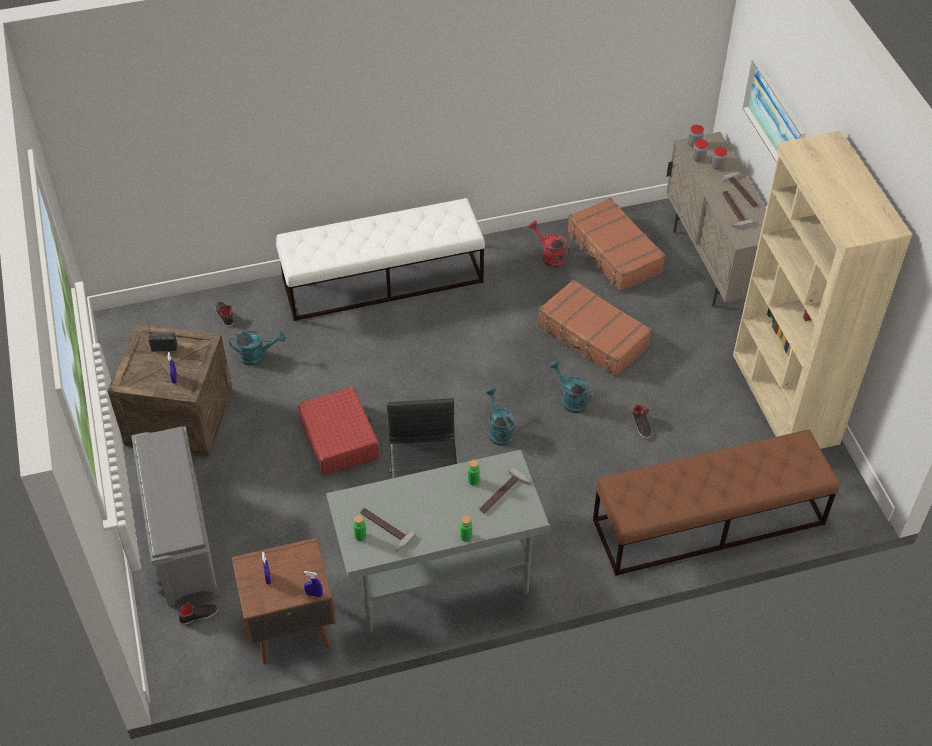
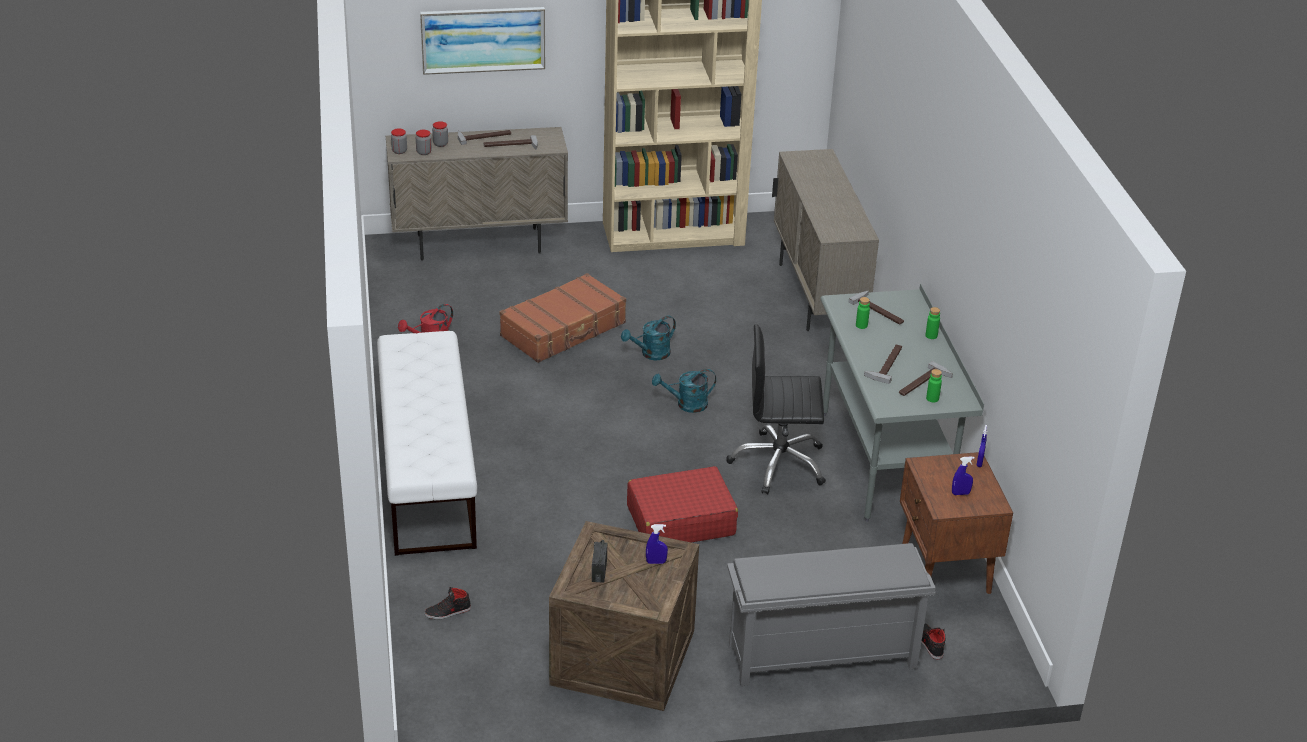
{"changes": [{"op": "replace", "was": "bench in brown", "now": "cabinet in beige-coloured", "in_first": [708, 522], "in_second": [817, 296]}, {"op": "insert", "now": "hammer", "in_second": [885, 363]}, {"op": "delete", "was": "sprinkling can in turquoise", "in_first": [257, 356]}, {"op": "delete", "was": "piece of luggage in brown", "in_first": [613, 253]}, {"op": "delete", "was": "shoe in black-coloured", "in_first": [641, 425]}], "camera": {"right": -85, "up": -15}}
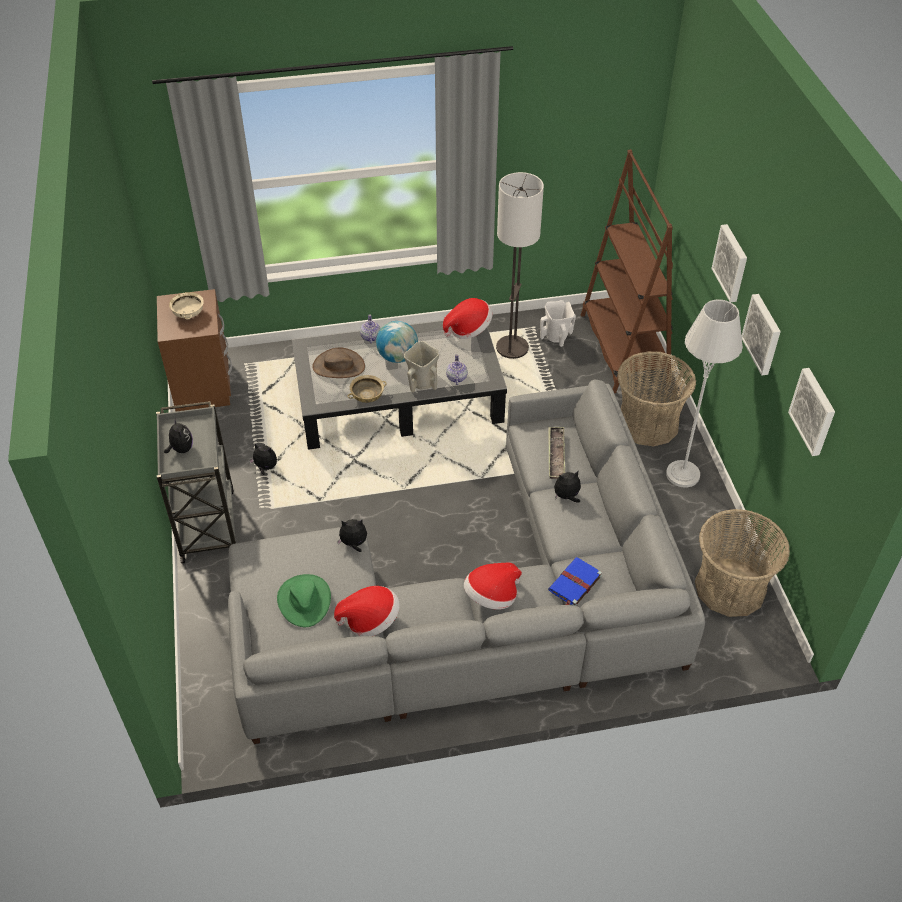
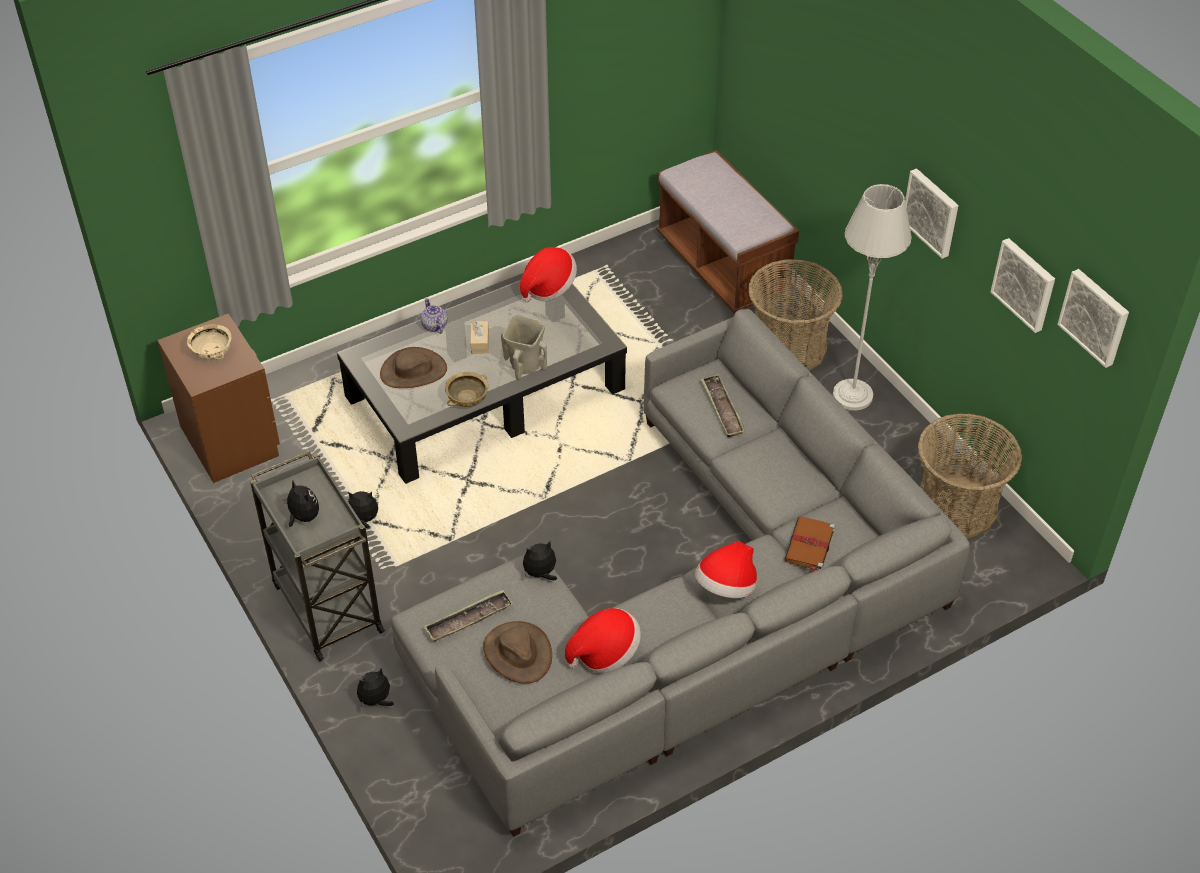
{"changes": [{"op": "move", "was": "plush toy", "in_first": [567, 497], "in_second": [376, 701]}, {"op": "insert", "now": "serving tray", "in_second": [468, 619]}, {"op": "replace", "was": "world globe", "now": "tissue box in beige-coloured", "in_first": [397, 357], "in_second": [480, 342]}, {"op": "recolor", "was": "hat in greenish", "now": "hat in brown", "in_first": [304, 600], "in_second": [517, 653]}, {"op": "replace", "was": "shelving unit in brown", "now": "bench in brown", "in_first": [624, 348], "in_second": [723, 266]}, {"op": "recolor", "was": "book in blue", "now": "book in brown", "in_first": [574, 583], "in_second": [809, 546]}, {"op": "move", "was": "picture", "in_first": [731, 263], "in_second": [1095, 316]}, {"op": "delete", "was": "tea pot", "in_first": [456, 378]}, {"op": "delete", "was": "standing lamp", "in_first": [512, 348]}, {"op": "delete", "was": "decorative vase in white", "in_first": [556, 337]}], "camera": {"right": -20, "up": 0}}
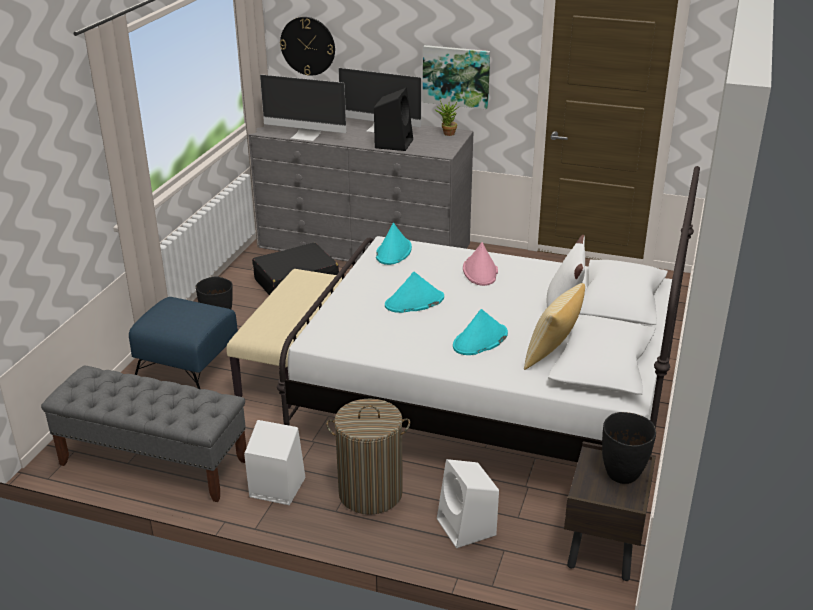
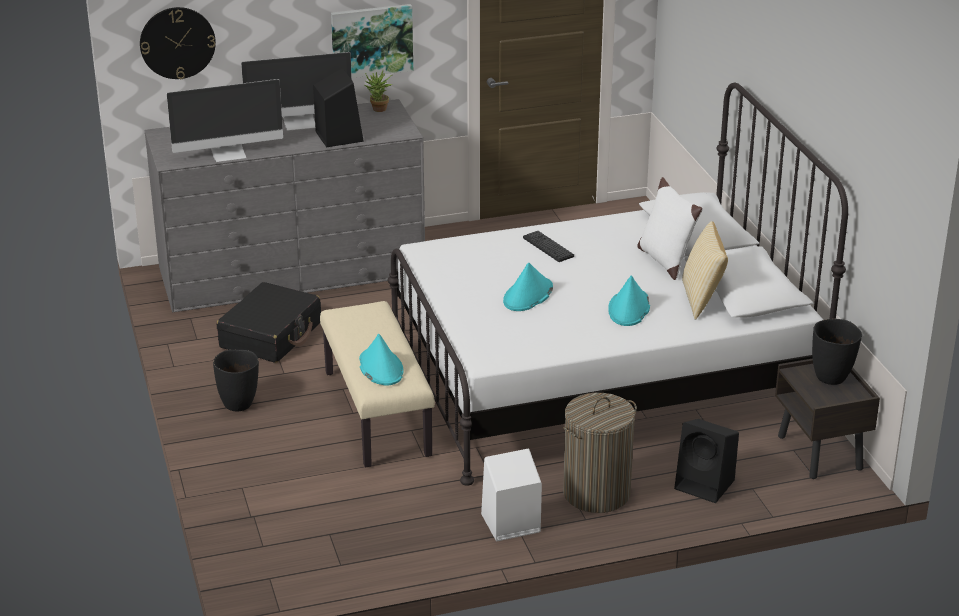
{"changes": [{"op": "move", "was": "hat in turquoise", "in_first": [393, 252], "in_second": [380, 367]}, {"op": "replace", "was": "hat in pink-coloured", "now": "keyboard", "in_first": [480, 271], "in_second": [548, 247]}, {"op": "recolor", "was": "audio speaker in white", "now": "audio speaker in black-coloured", "in_first": [467, 528], "in_second": [706, 485]}, {"op": "delete", "was": "bench in grey", "in_first": [153, 462]}, {"op": "delete", "was": "ottoman in blue", "in_first": [189, 368]}], "camera": {"right": -35, "up": 0}}
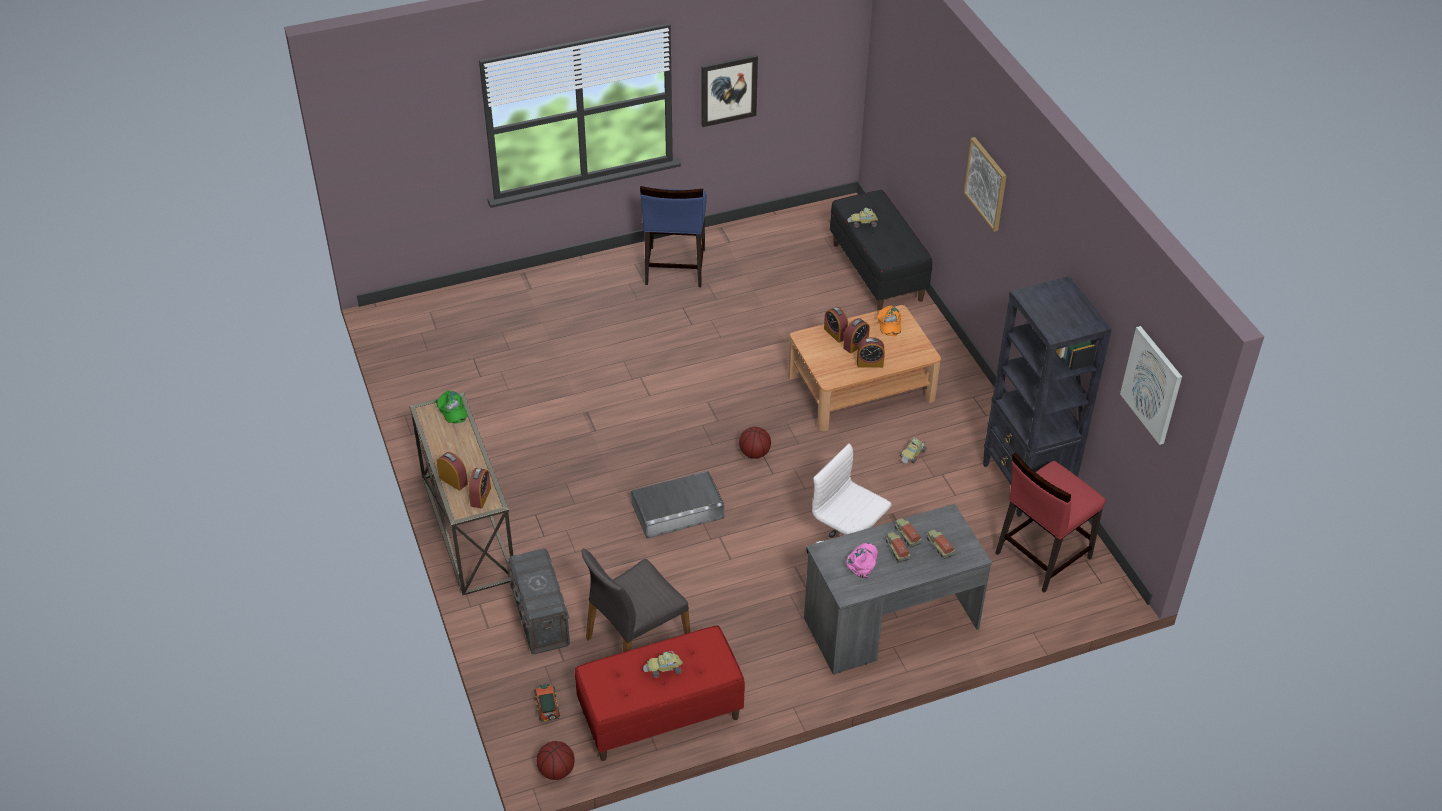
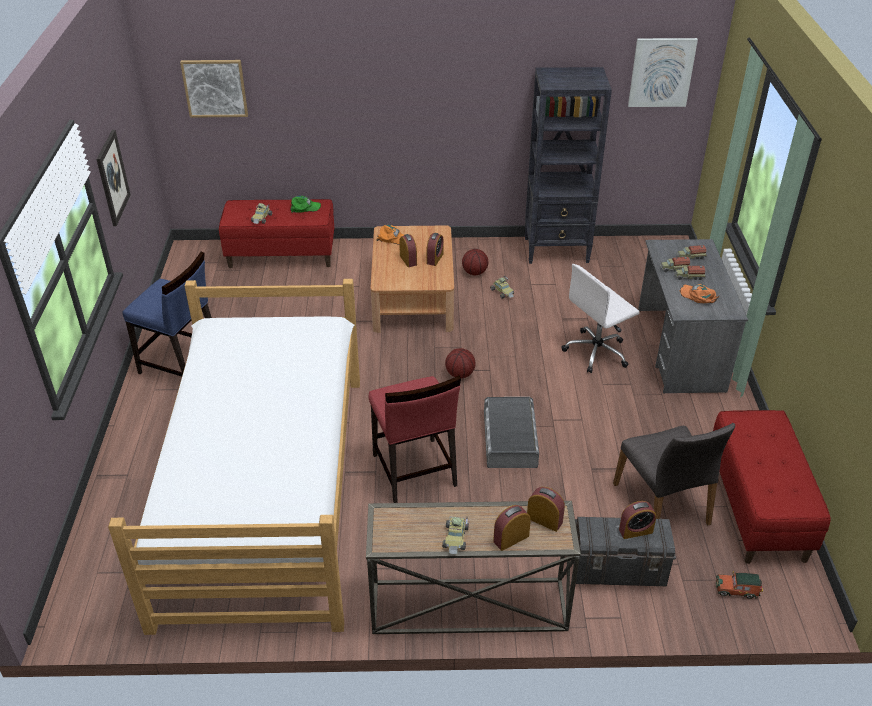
{"changes": [{"op": "insert", "now": "bedroom bed", "in_second": [265, 492]}, {"op": "move", "was": "picture", "in_first": [986, 183], "in_second": [215, 88]}, {"op": "recolor", "was": "bench in black-coloured", "now": "bench in red-coloured", "in_first": [877, 272], "in_second": [281, 255]}, {"op": "move", "was": "peaked cap in greenish", "in_first": [452, 410], "in_second": [305, 207]}, {"op": "move", "was": "plain chair in red-coloured", "in_first": [1042, 555], "in_second": [414, 471]}, {"op": "move", "was": "model car", "in_first": [664, 668], "in_second": [456, 538]}, {"op": "move", "was": "basketball", "in_first": [557, 771], "in_second": [474, 272]}, {"op": "move", "was": "bedside clock", "in_first": [835, 333], "in_second": [635, 531]}, {"op": "recolor", "was": "peaked cap in pink-coloured", "now": "peaked cap in orange", "in_first": [862, 561], "in_second": [698, 296]}], "camera": {"right": -70, "up": -5}}
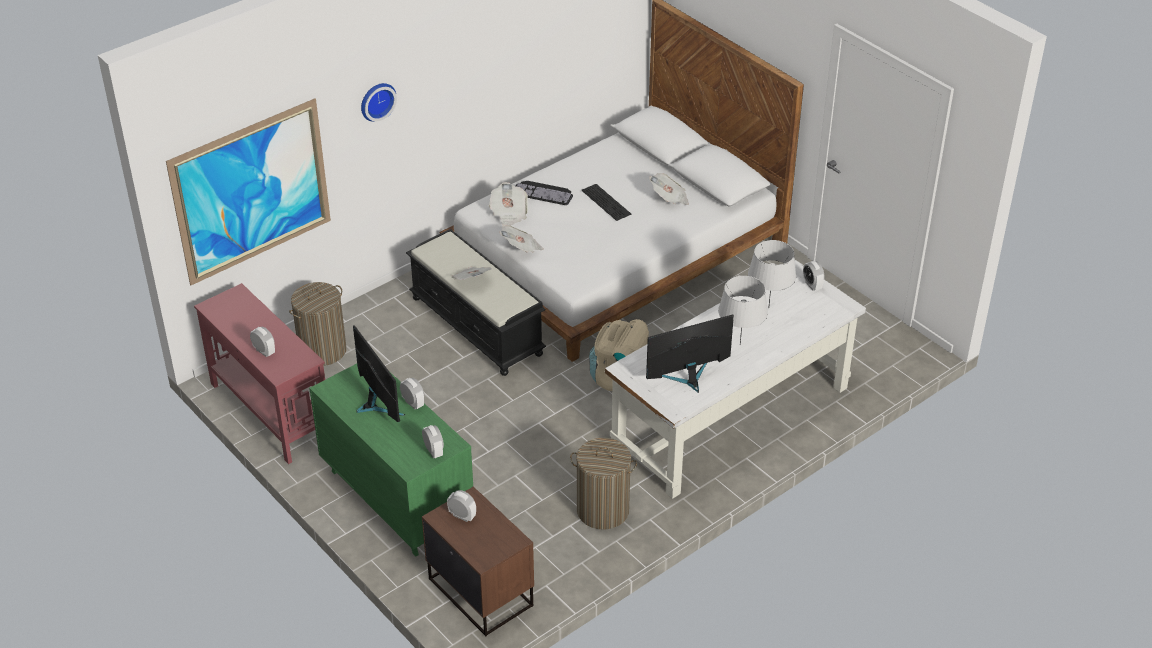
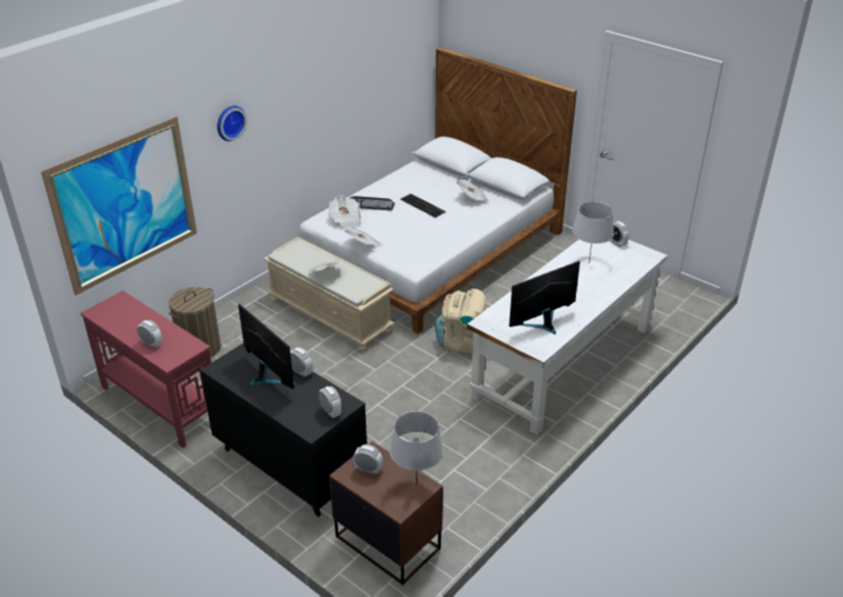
{"changes": [{"op": "recolor", "was": "dresser in greenish", "now": "dresser in black-coloured", "in_first": [396, 498], "in_second": [289, 465]}, {"op": "recolor", "was": "bench in black-coloured", "now": "bench in beige-coloured", "in_first": [478, 326], "in_second": [331, 315]}, {"op": "move", "was": "lamp for a table in grey", "in_first": [739, 345], "in_second": [416, 484]}, {"op": "delete", "was": "washing basket", "in_first": [602, 510]}], "camera": {"right": -10, "up": -5}}
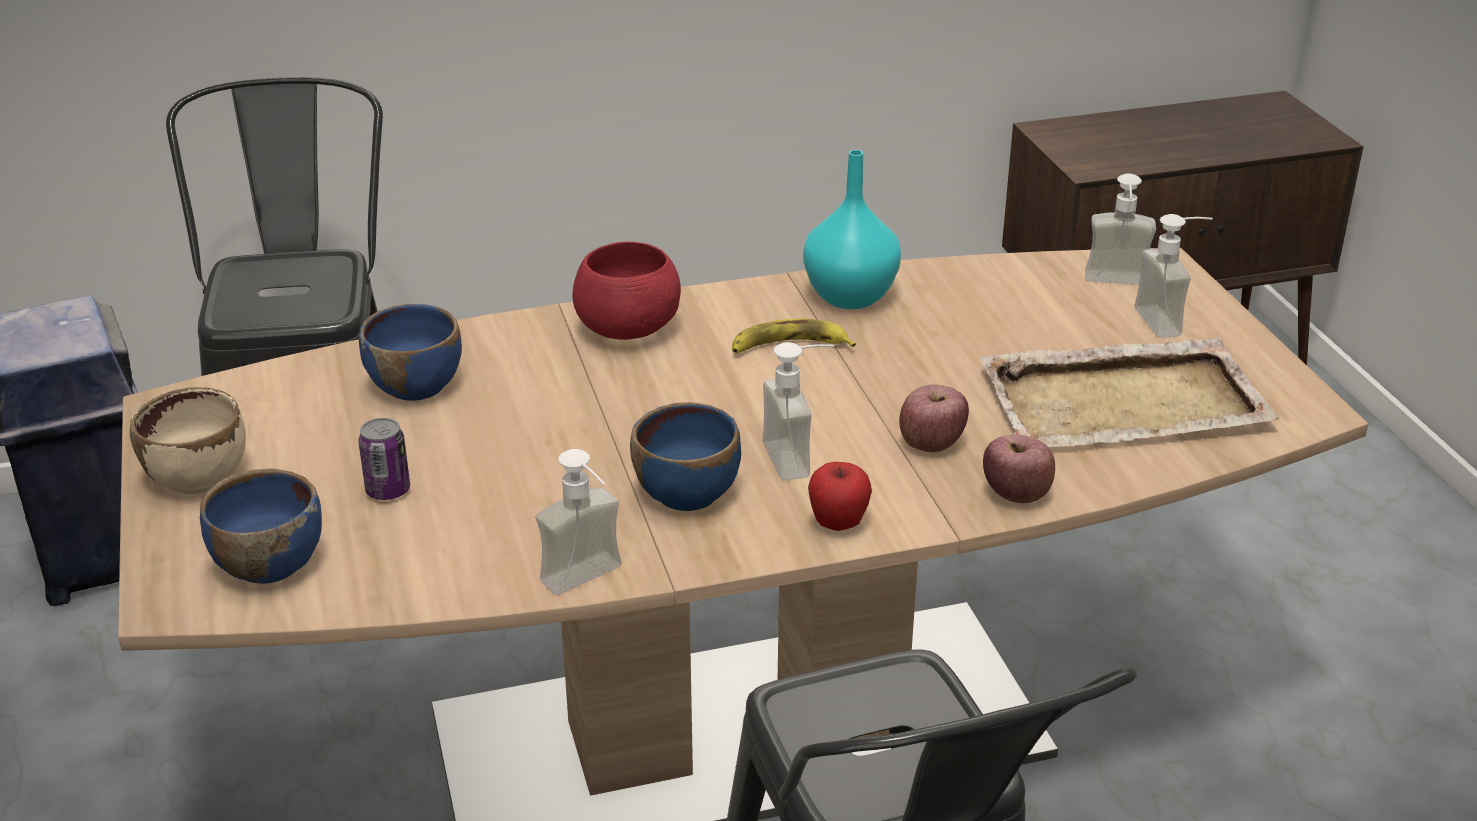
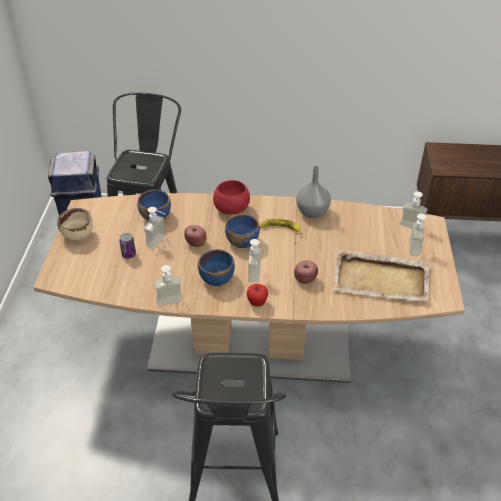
{"changes": [{"op": "insert", "now": "soap bottle", "in_second": [160, 242]}, {"op": "move", "was": "apple", "in_first": [1016, 495], "in_second": [195, 243]}, {"op": "move", "was": "deep dish in blue", "in_first": [268, 564], "in_second": [242, 241]}, {"op": "recolor", "was": "decorative vase in turquoise", "now": "decorative vase in grey", "in_first": [848, 297], "in_second": [311, 212]}], "camera": {"right": 20, "up": 10}}
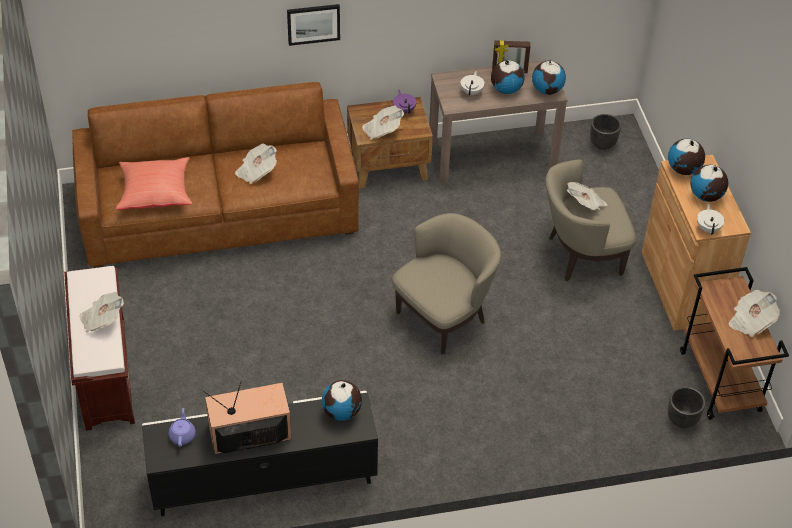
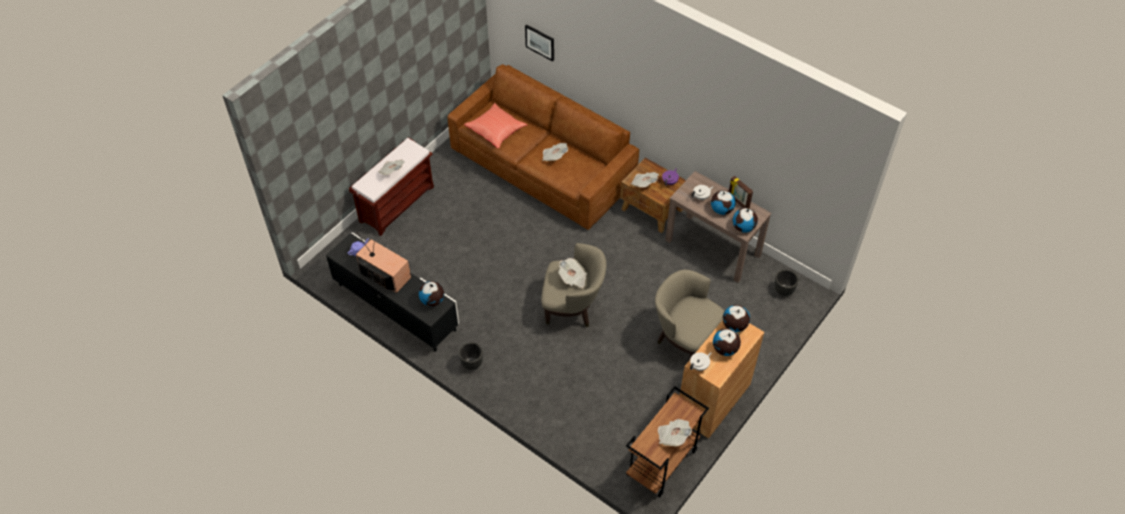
{"changes": [{"op": "move", "was": "flower pot in black-coloured", "in_first": [682, 419], "in_second": [472, 363]}, {"op": "move", "was": "picture", "in_first": [313, 23], "in_second": [540, 42]}, {"op": "move", "was": "newspaper", "in_first": [585, 204], "in_second": [573, 278]}], "camera": {"right": 50, "up": 5}}
